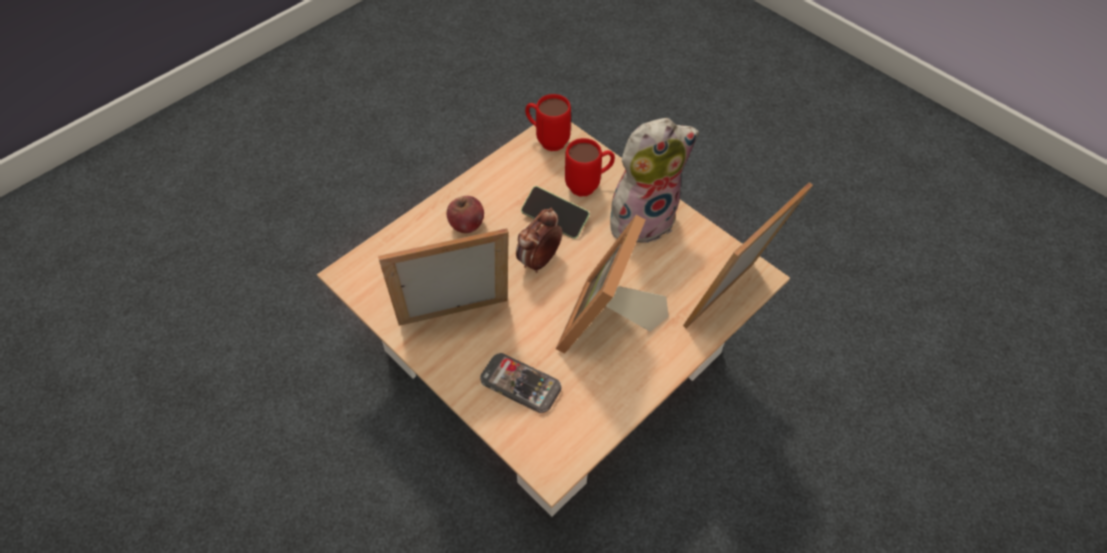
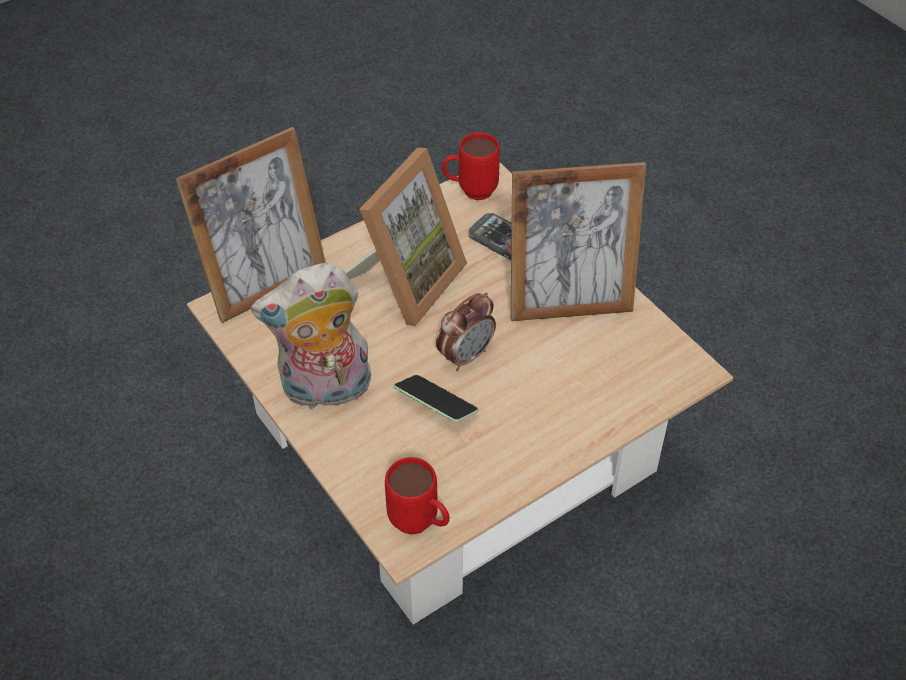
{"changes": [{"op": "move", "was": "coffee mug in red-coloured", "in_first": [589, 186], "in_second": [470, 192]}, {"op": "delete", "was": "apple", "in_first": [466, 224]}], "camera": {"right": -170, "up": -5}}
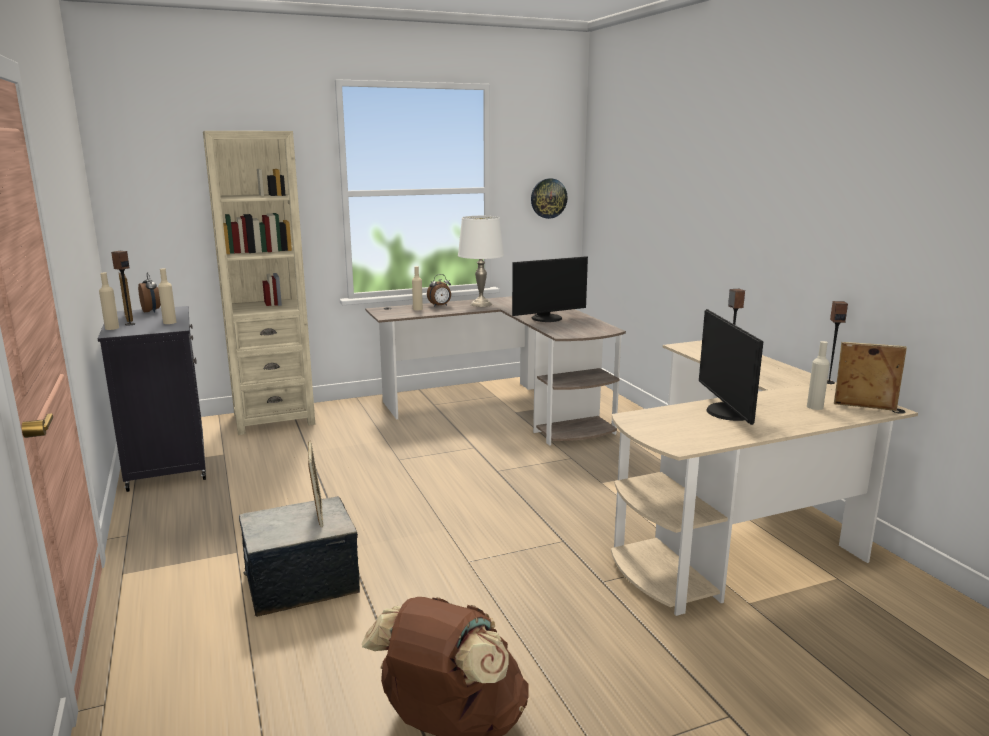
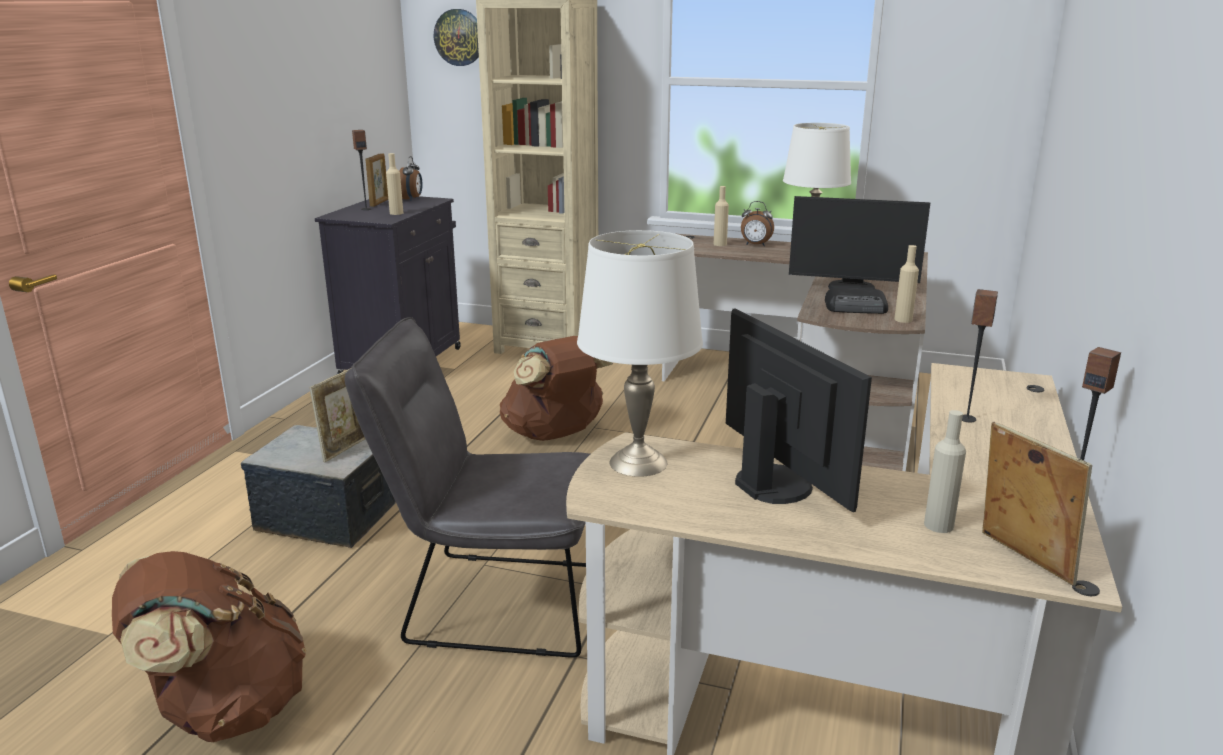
{"changes": [{"op": "insert", "now": "plain chair in grey", "in_second": [491, 602]}, {"op": "move", "was": "hanging clock", "in_first": [548, 198], "in_second": [459, 37]}, {"op": "insert", "now": "knapsack in brown", "in_second": [555, 434]}, {"op": "insert", "now": "lamp for a table in white", "in_second": [637, 463]}, {"op": "rotate", "was": "computer display", "in_first": [727, 412], "in_second": [776, 483], "clockwise": 120}, {"op": "insert", "now": "radio receiver", "in_second": [857, 308]}, {"op": "move", "was": "drink bottle in beige-coloured", "in_first": [112, 328], "in_second": [903, 320]}], "camera": {"right": 40, "up": 5}}
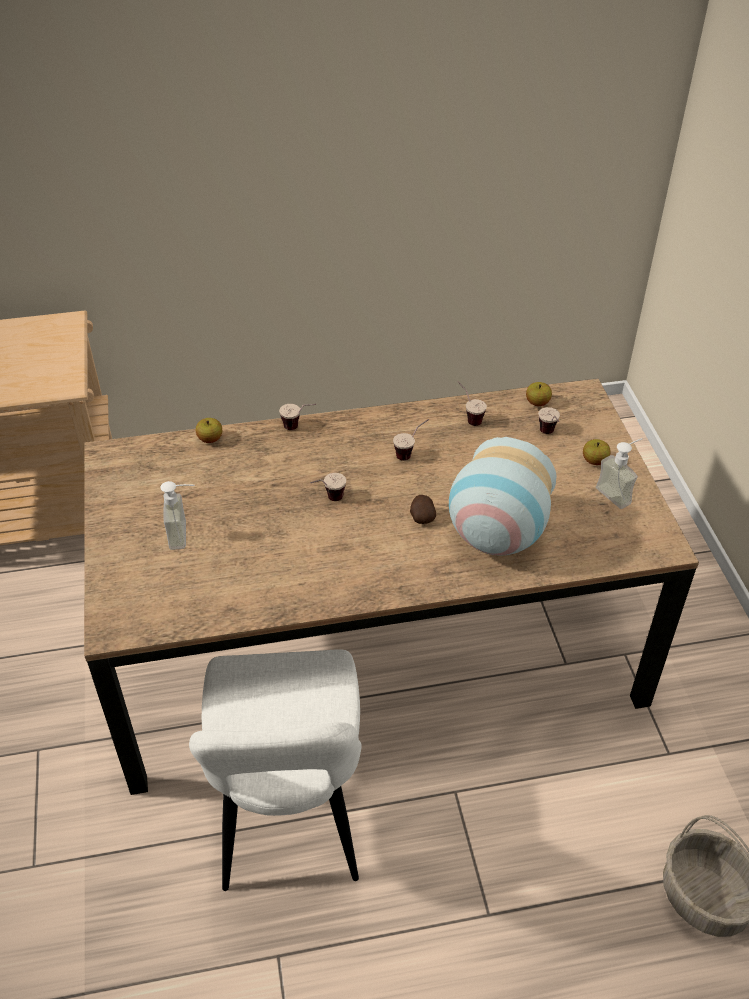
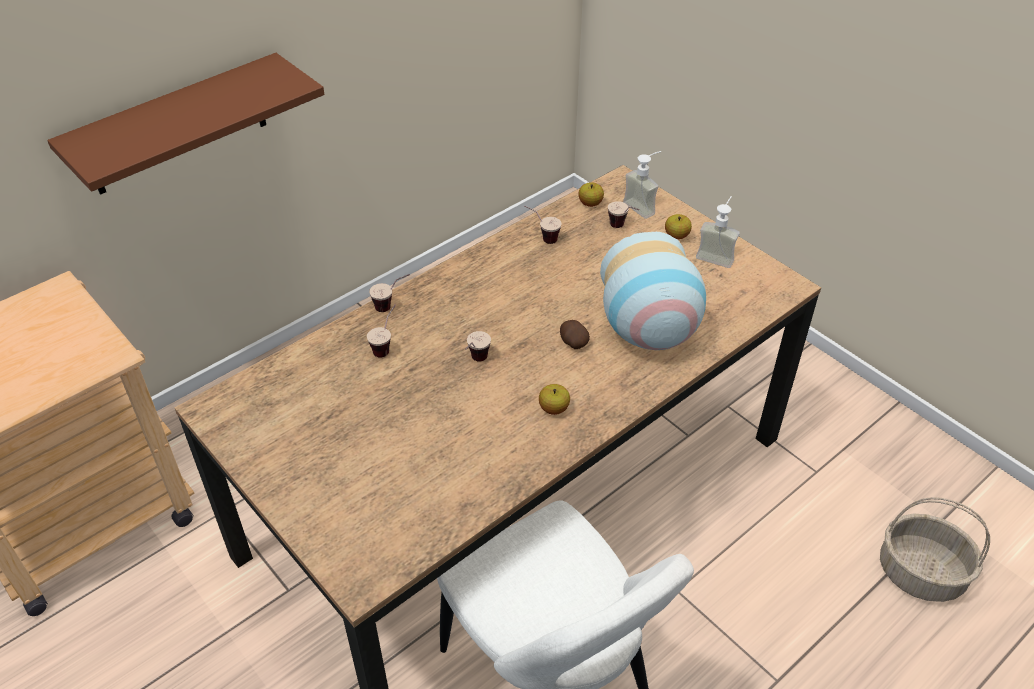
{"changes": [{"op": "insert", "now": "wall shelf in brown", "in_second": [177, 126]}, {"op": "move", "was": "small cup", "in_first": [411, 453], "in_second": [386, 346]}, {"op": "move", "was": "apple", "in_first": [210, 439], "in_second": [554, 408]}, {"op": "move", "was": "soap bottle", "in_first": [186, 534], "in_second": [644, 206]}], "camera": {"right": -30, "up": 0}}
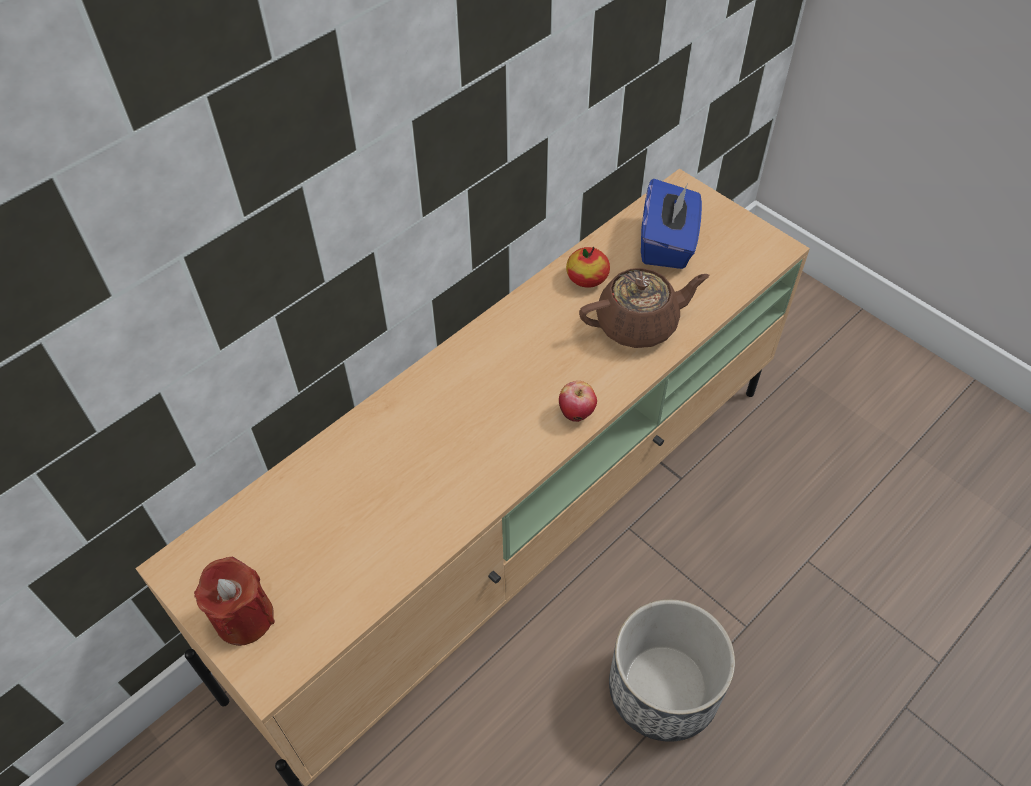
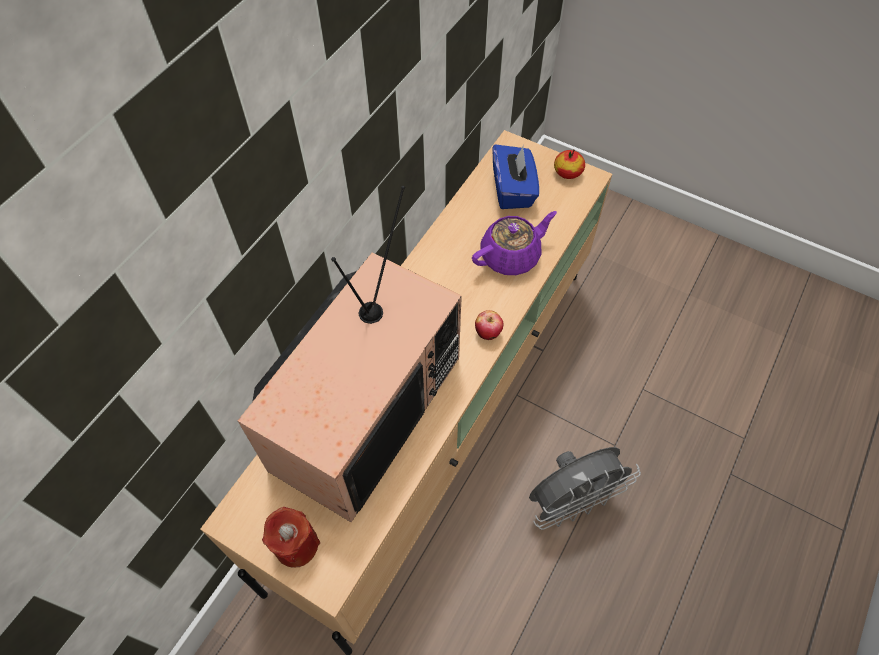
{"changes": [{"op": "insert", "now": "TV", "in_second": [365, 408]}, {"op": "recolor", "was": "tea pot in brown", "now": "tea pot in purple", "in_first": [638, 324], "in_second": [511, 256]}, {"op": "replace", "was": "flower pot", "now": "fan in grey", "in_first": [663, 687], "in_second": [571, 502]}, {"op": "move", "was": "apple", "in_first": [587, 278], "in_second": [567, 172]}], "camera": {"right": -15, "up": 5}}
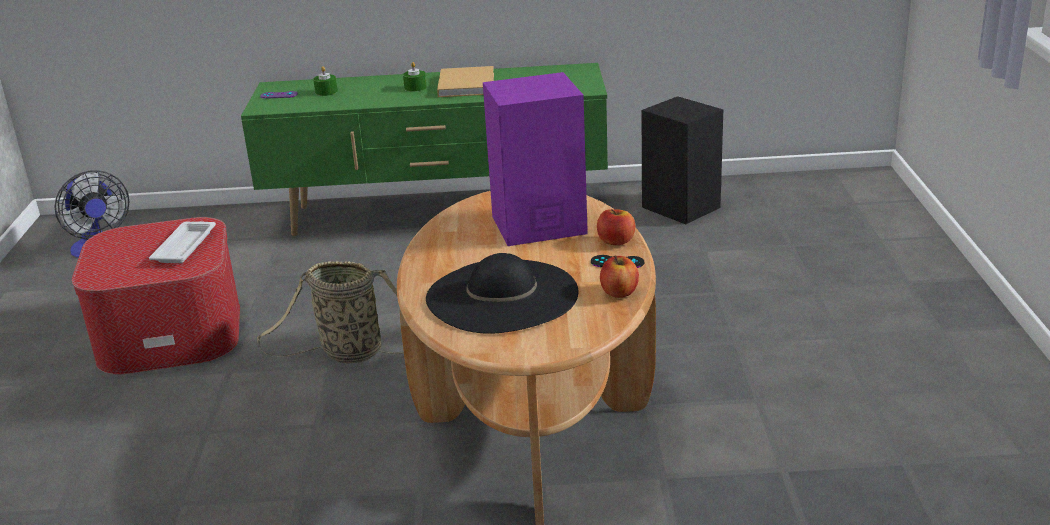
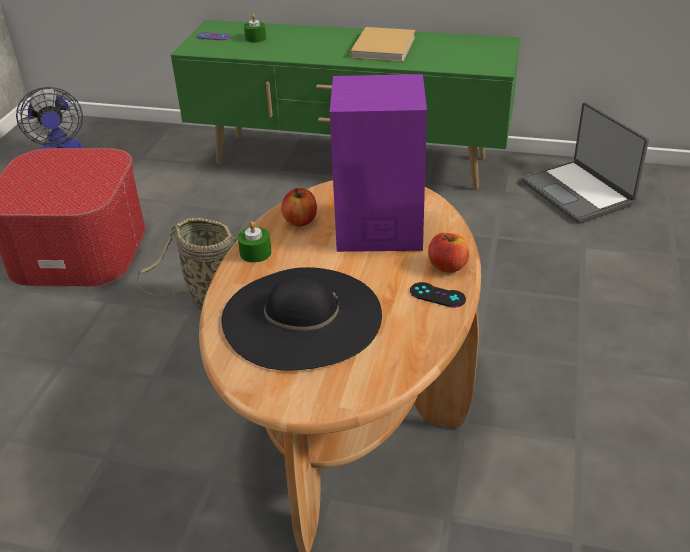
{"changes": [{"op": "move", "was": "candle in greenish", "in_first": [415, 87], "in_second": [255, 253]}, {"op": "move", "was": "apple", "in_first": [619, 292], "in_second": [300, 221]}, {"op": "replace", "was": "audio speaker in black-coloured", "now": "portable computer", "in_first": [682, 208], "in_second": [578, 193]}, {"op": "delete", "was": "serving tray in white", "in_first": [185, 246]}], "camera": {"right": 15, "up": 10}}
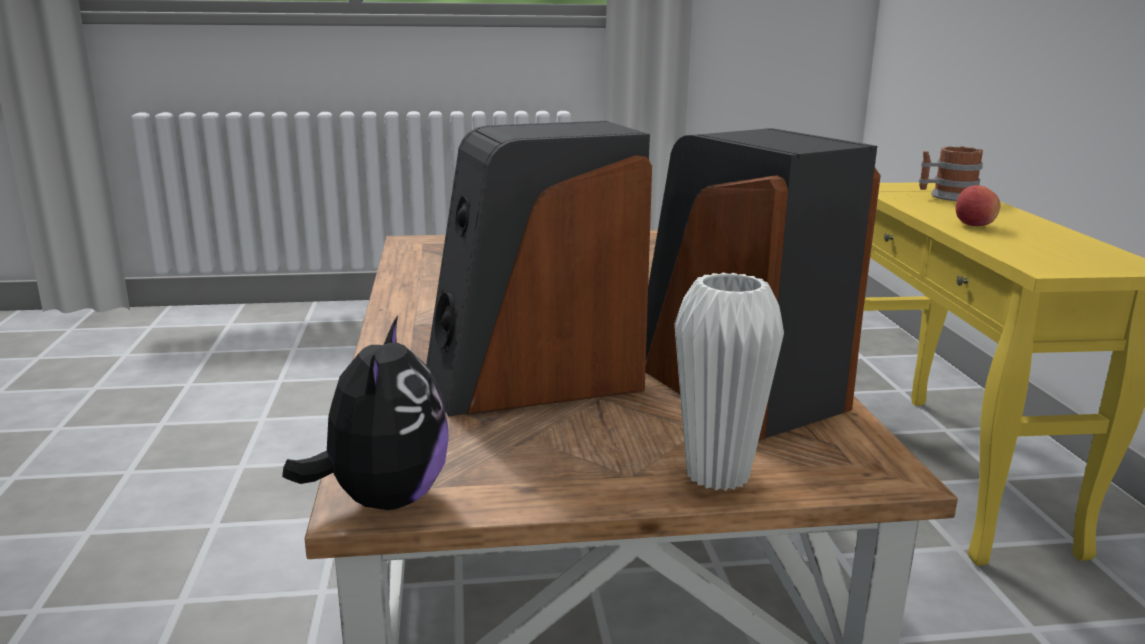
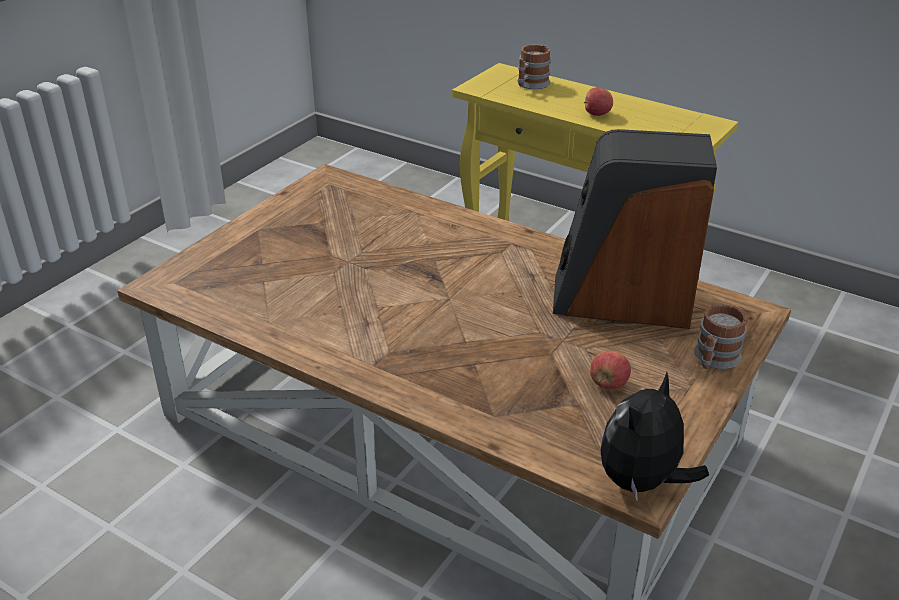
{"changes": [{"op": "insert", "now": "apple", "in_second": [608, 384]}, {"op": "rotate", "was": "plush toy", "in_first": [383, 499], "in_second": [642, 482], "clockwise": -90}, {"op": "replace", "was": "decorative vase in white", "now": "coffee mug", "in_first": [717, 475], "in_second": [714, 359]}, {"op": "delete", "was": "audio speaker", "in_first": [534, 381]}], "camera": {"right": -50, "up": 15}}
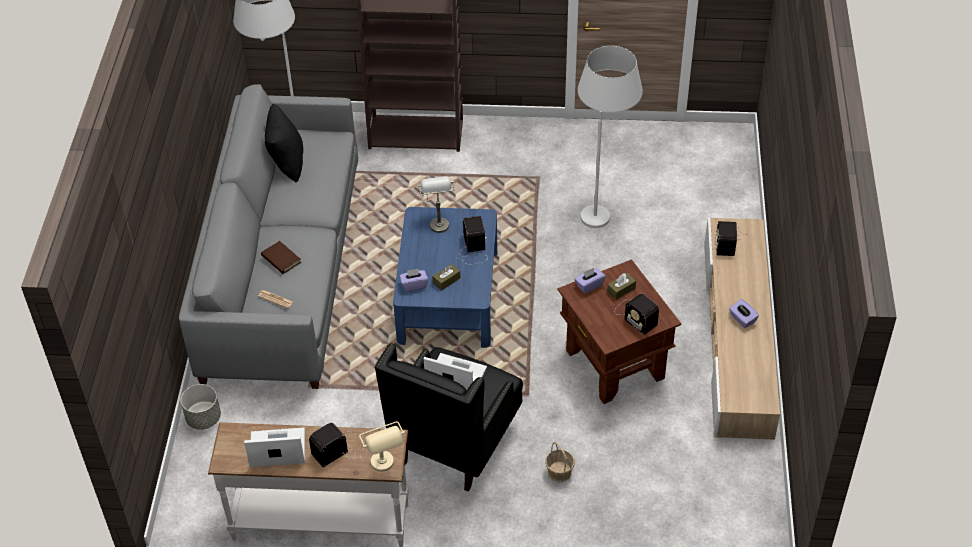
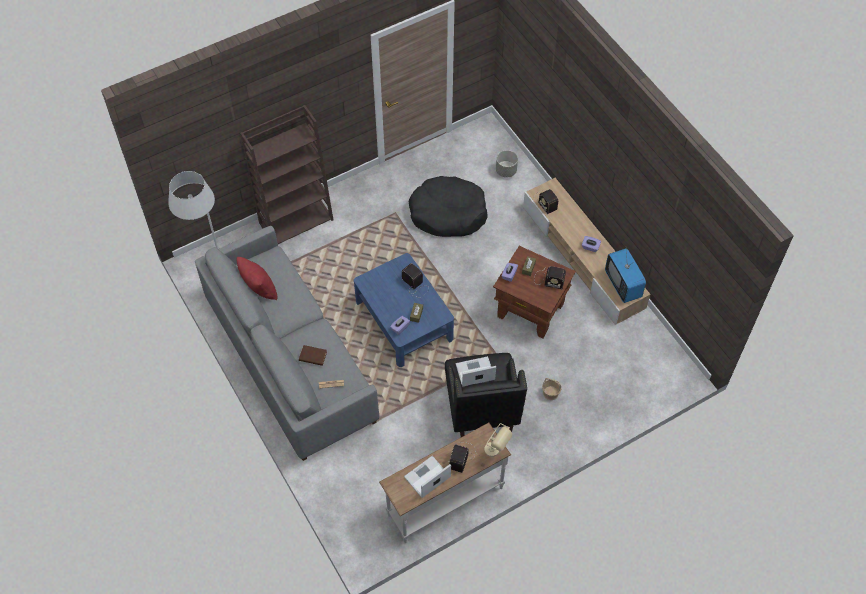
{"changes": [{"op": "recolor", "was": "cushion in black-coloured", "now": "cushion in red-coloured", "in_first": [287, 163], "in_second": [259, 289]}, {"op": "replace", "was": "standing lamp in white", "now": "dog bed in black-coloured", "in_first": [603, 207], "in_second": [448, 213]}, {"op": "move", "was": "flower pot in grey", "in_first": [203, 418], "in_second": [506, 171]}, {"op": "insert", "now": "TV", "in_second": [623, 285]}, {"op": "delete", "was": "lamp for a table in grey", "in_first": [437, 221]}], "camera": {"right": -35, "up": 10}}
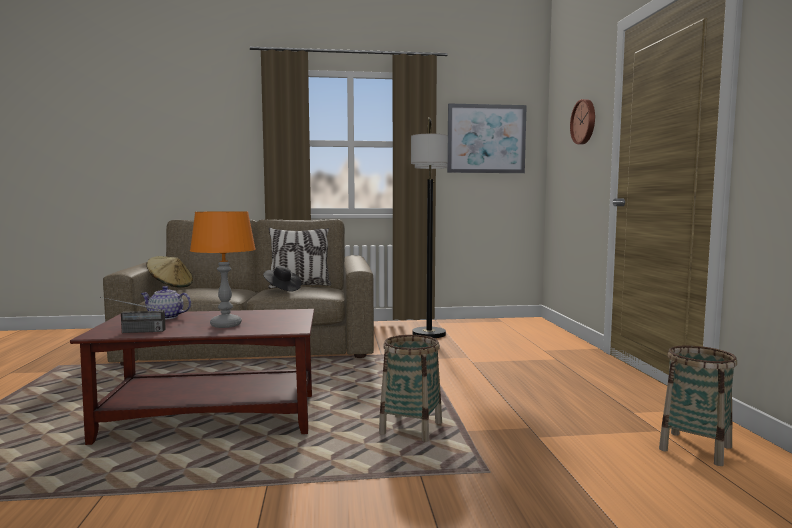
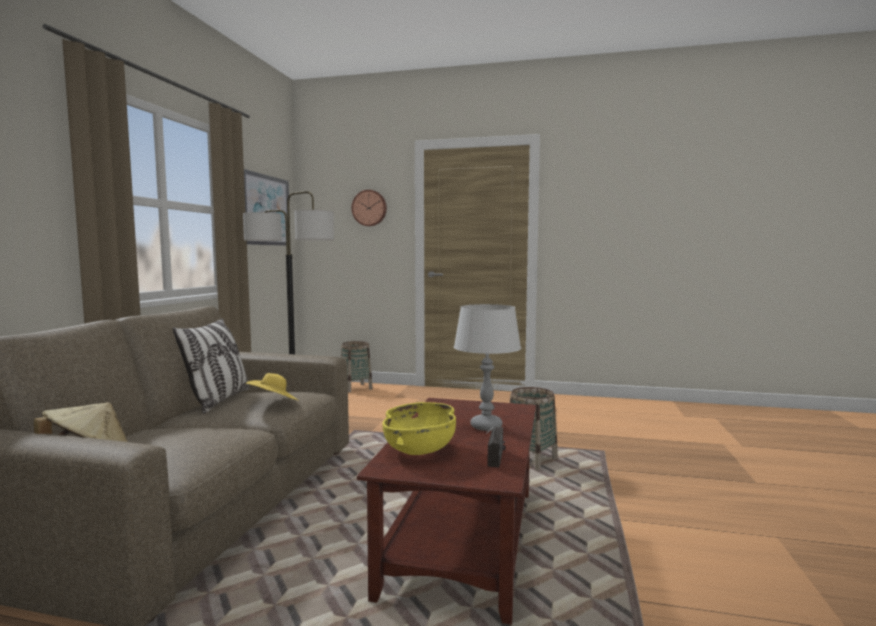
{"changes": [{"op": "recolor", "was": "hat in black-coloured", "now": "hat in yellowish", "in_first": [282, 289], "in_second": [274, 403]}, {"op": "move", "was": "household basket", "in_first": [695, 448], "in_second": [356, 388]}, {"op": "replace", "was": "tea pot", "now": "deep dish in yellowish", "in_first": [166, 317], "in_second": [420, 449]}, {"op": "recolor", "was": "lamp for a table in orange", "now": "lamp for a table in grey", "in_first": [225, 325], "in_second": [486, 426]}], "camera": {"right": -70, "up": 0}}
